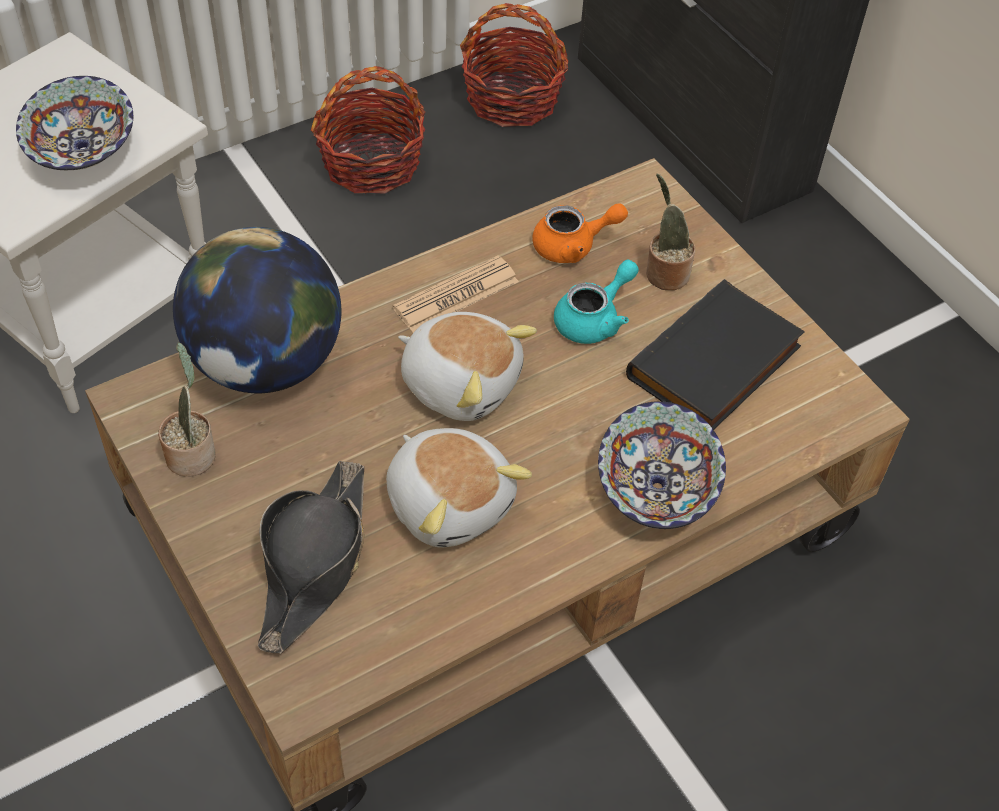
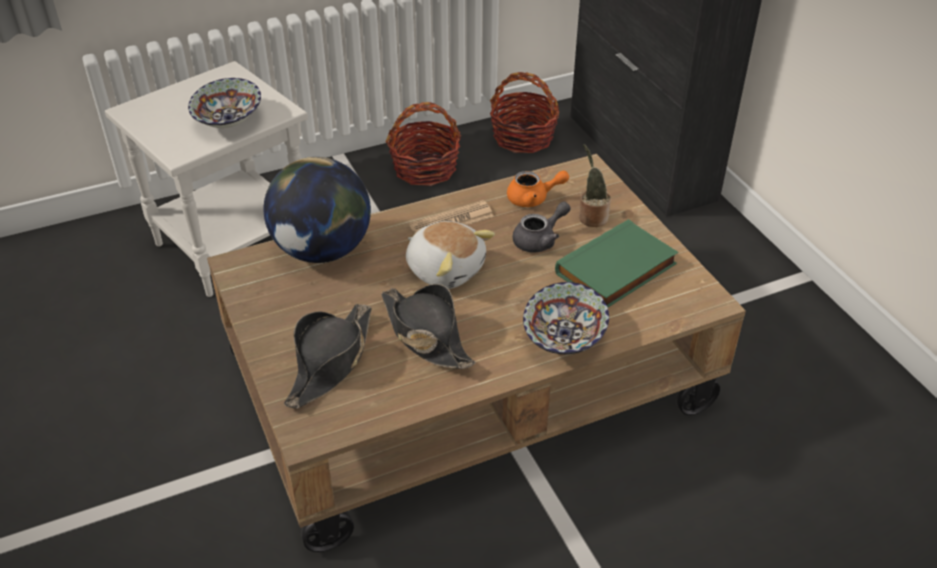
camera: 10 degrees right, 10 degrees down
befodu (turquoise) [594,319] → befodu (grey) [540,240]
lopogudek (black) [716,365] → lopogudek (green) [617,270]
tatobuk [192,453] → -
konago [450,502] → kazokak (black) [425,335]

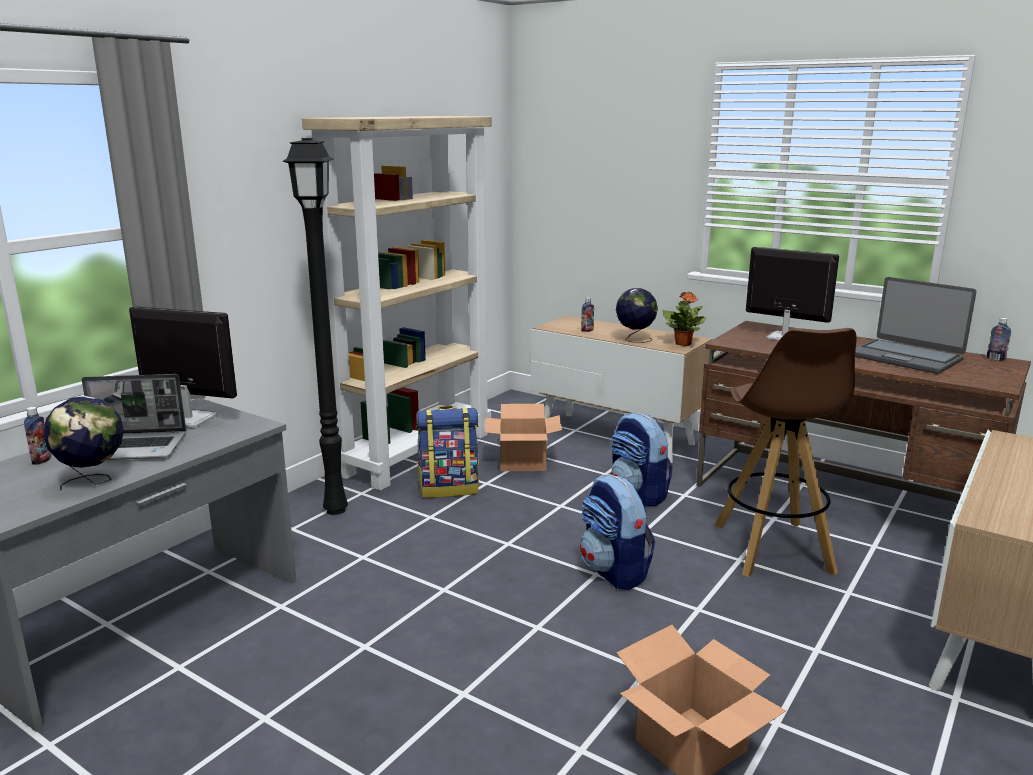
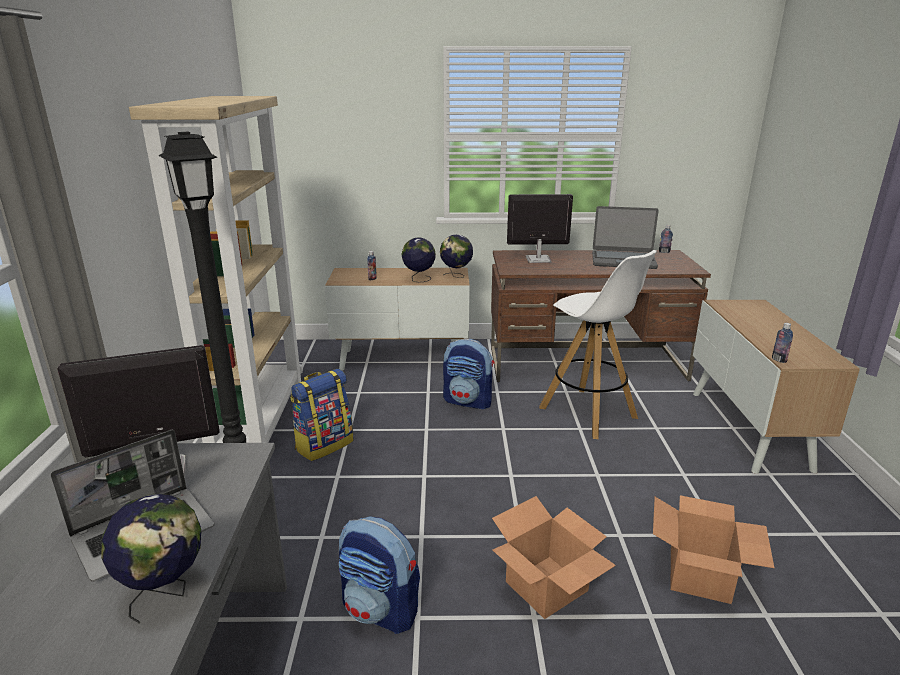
camera: 35 degrees left, 5 degrees up
tatobuk [683,344] → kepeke [456,276]
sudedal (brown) [773,549] → sudedal (white) [588,413]
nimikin [523,462] → nimikin [547,585], relocated
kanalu [41,460] → kanalu [779,360], relocated
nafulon [614,572] → nafulon [381,610], relocated

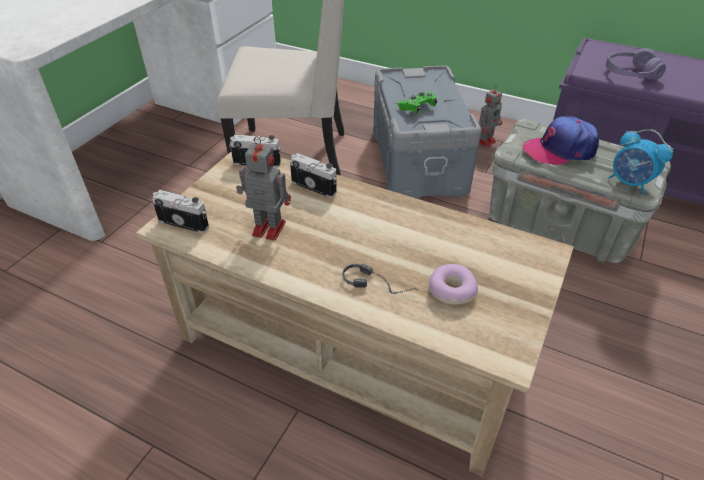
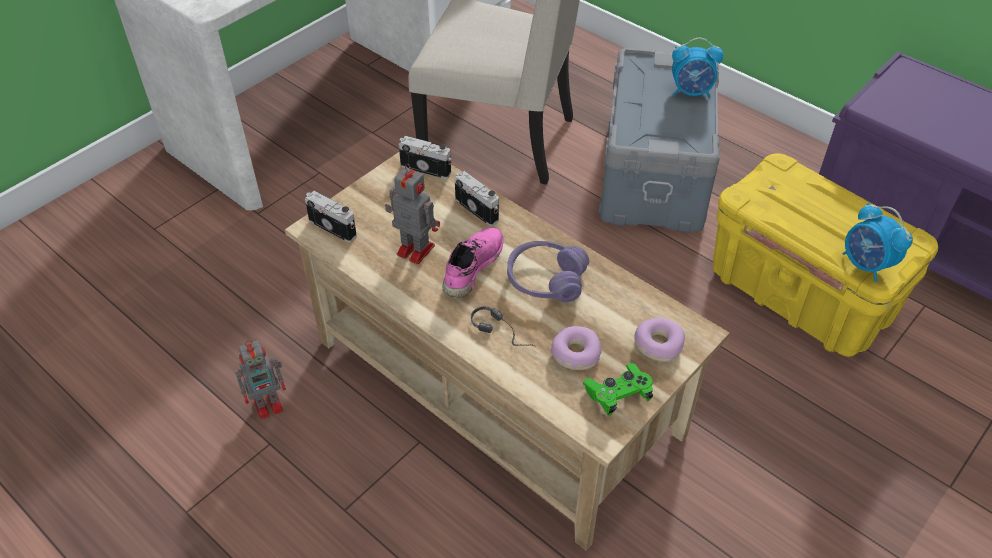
camera: 15 degrees right, 5 degrees up
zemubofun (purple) [630,73] → zemubofun (purple) [546,280], relocated
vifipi [485,141] → vifipi [270,404], relocated
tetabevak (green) [417,108] → tetabevak (green) [618,395], relocated
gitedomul [560,149] → -
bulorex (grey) [560,225] → bulorex (yellow) [801,294]
- → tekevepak [691,92]
- → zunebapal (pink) [472,266]
- → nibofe [658,344]

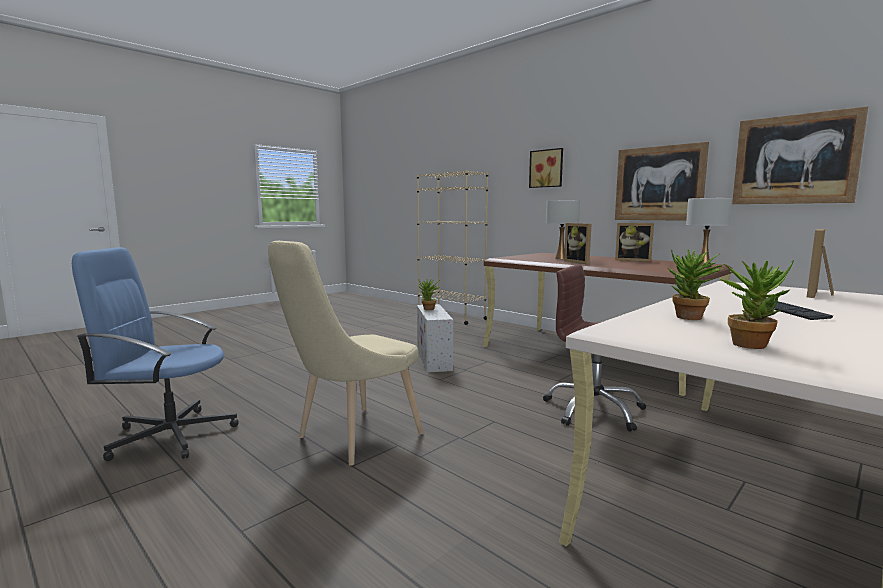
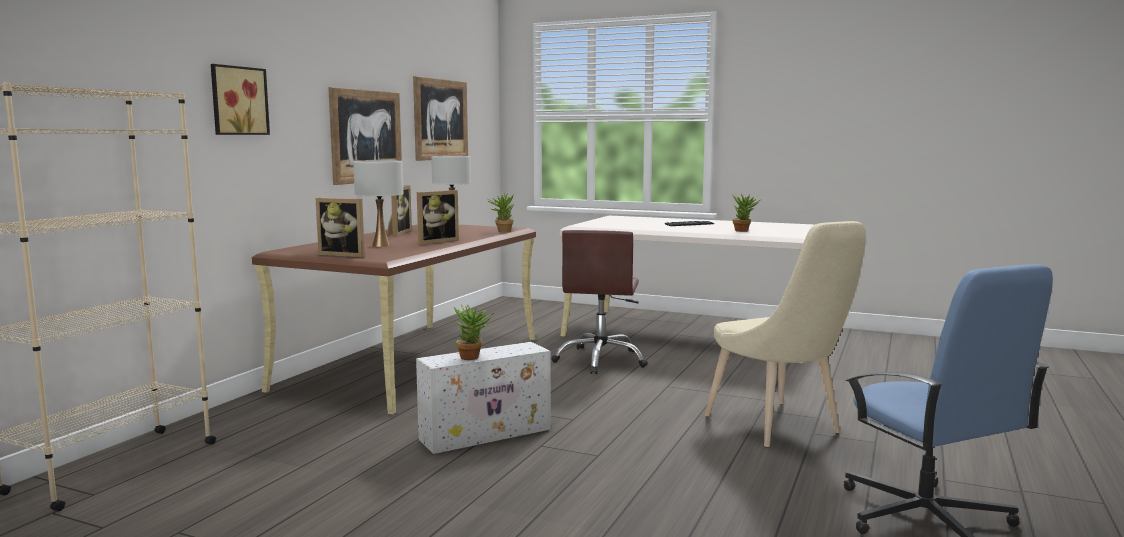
camera: 110 degrees left, 0 degrees up
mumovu [820,294] → mumovu [345,254], relocated
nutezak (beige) [352,438] → nutezak (beige) [778,427], 45 degrees clockwise
tatobuk [750,343] → tatobuk [501,231], relocated

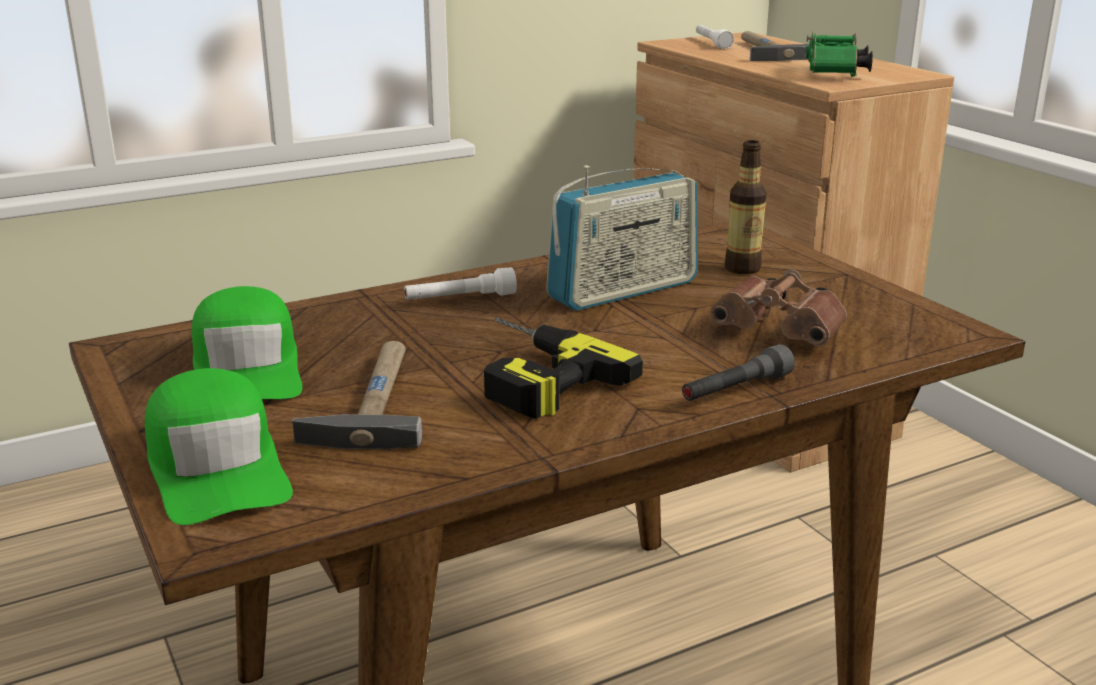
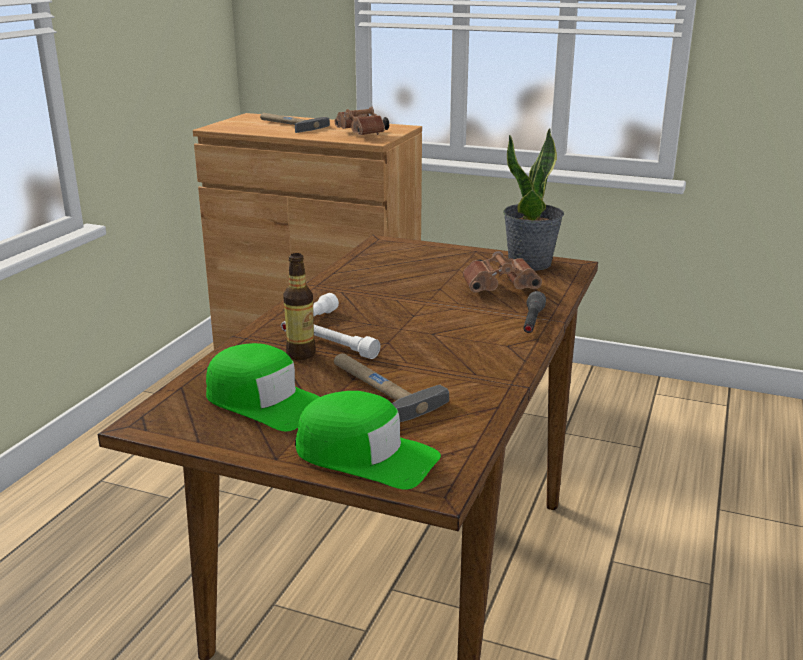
camera: 40 degrees left, 0 degrees up
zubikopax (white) [711,43] → zubikopax (white) [341,348], relocated
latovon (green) [834,74] → latovon (brown) [363,134]
kanalu [742,268] → kanalu [301,354], relocated
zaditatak [623,291] → -
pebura [528,375] → -
- → tatobuk [530,263]

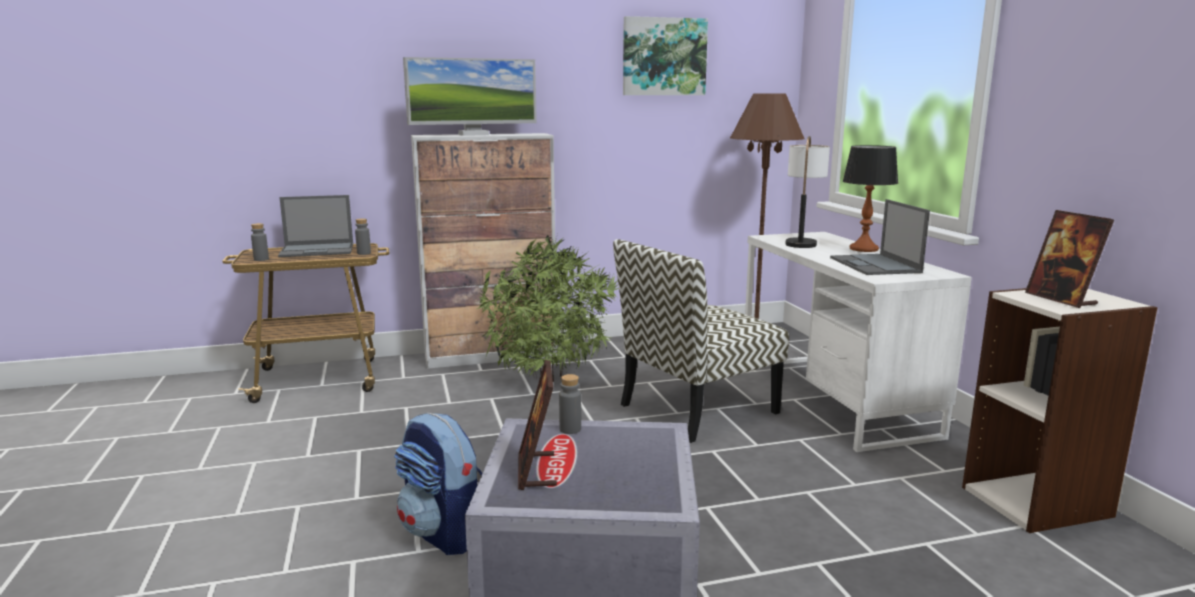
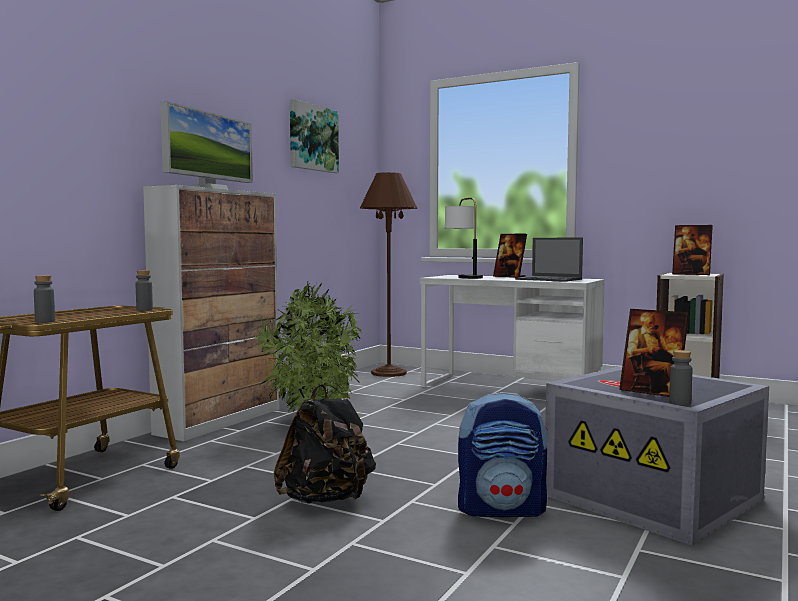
camera: 45 degrees left, 10 degrees down
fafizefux [864,249] → mumovu [509,277]
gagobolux [318,250] → -
nutezak [697,409] → -
kanalu (grey) [570,429] → kanalu (grey) [680,403], relocated
- → nafulon (black) [326,500]

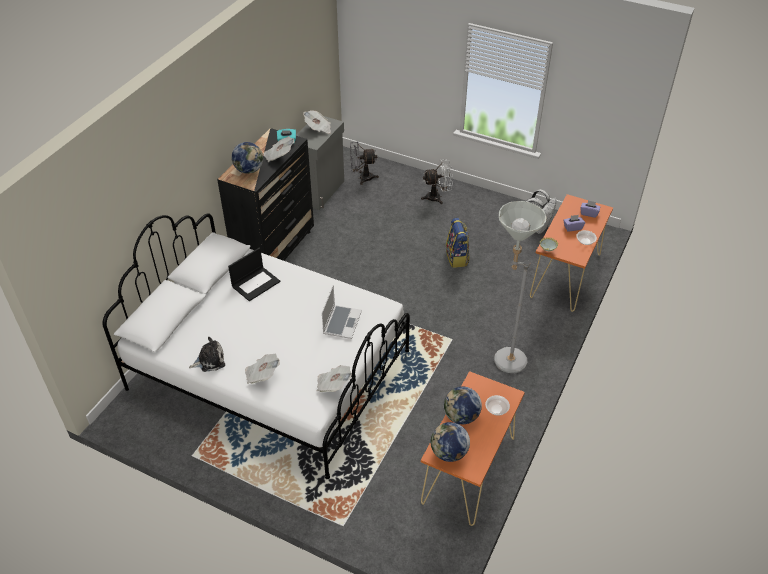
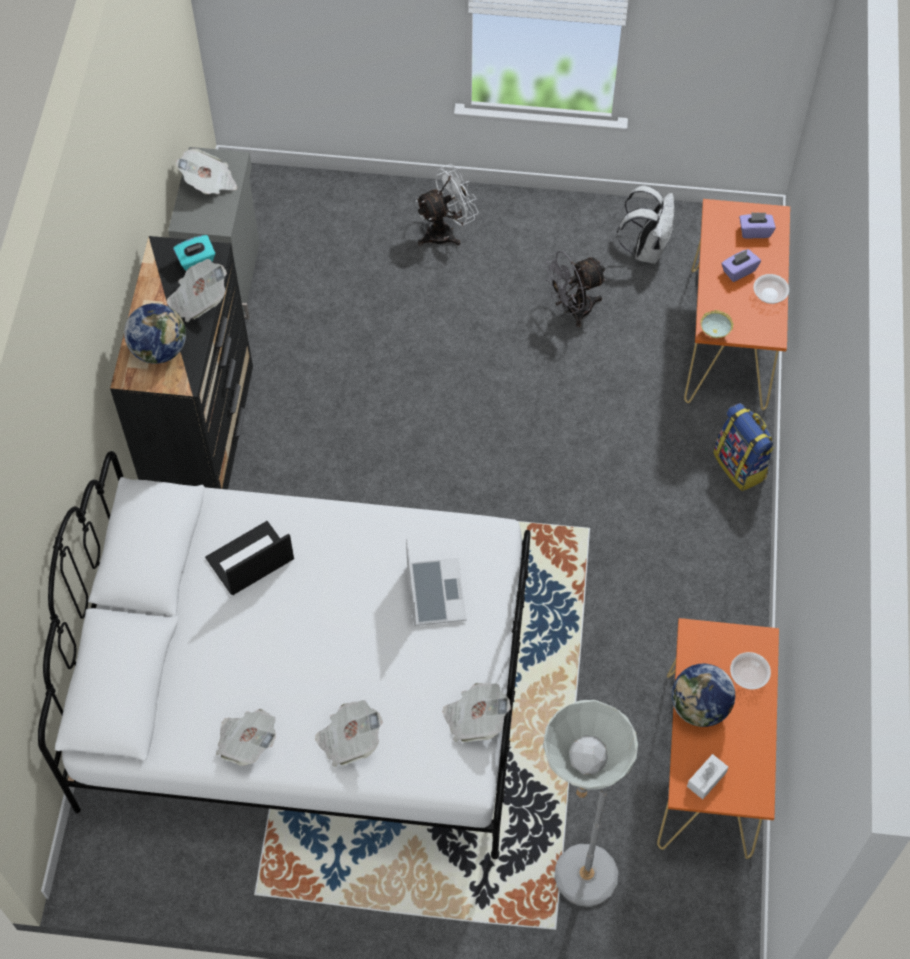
camera: 20 degrees left, 15 degrees up
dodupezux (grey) [362,178] → dodupezux (grey) [572,310], relocated
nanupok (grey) [503,359] → nanupok (grey) [571,876], relocated
nafulon [457,258] → nafulon [740,465], relocated
gagobolux [256,283] → gagobolux [250,560], 150 degrees counterclockwise
konago [209,360] → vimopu [246,742]
kepeke [449,453] → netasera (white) [706,779]

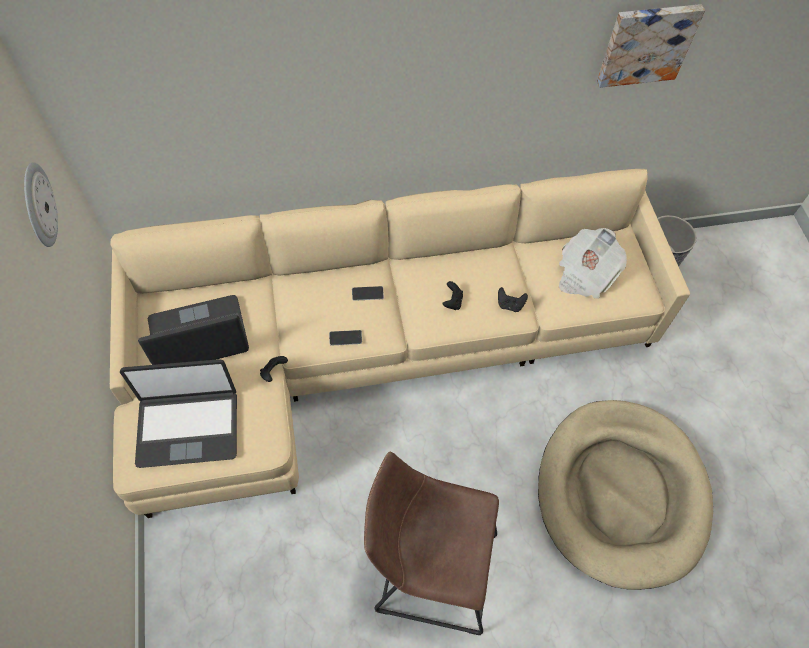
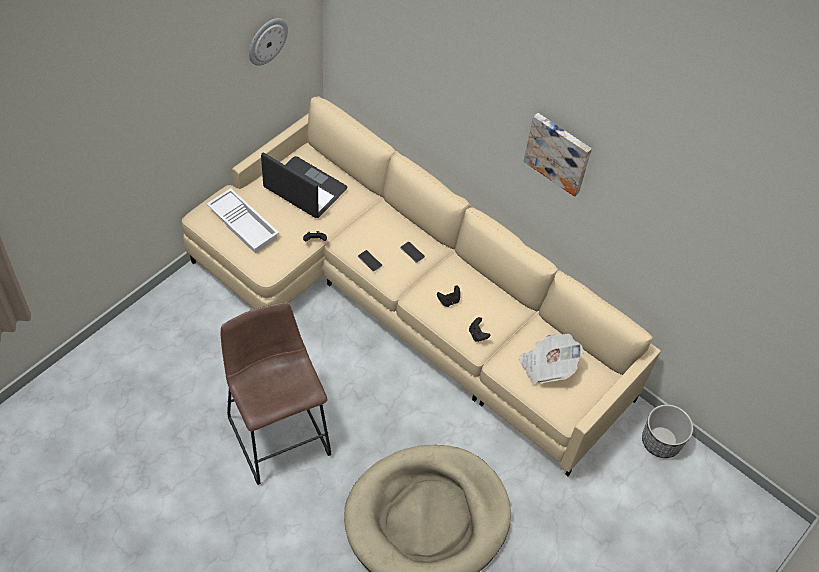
camera: 50 degrees right, 5 degrees down
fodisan [646,44] → fodisan [559,153], relocated
gagobolux [188,427] → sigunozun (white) [244,224]

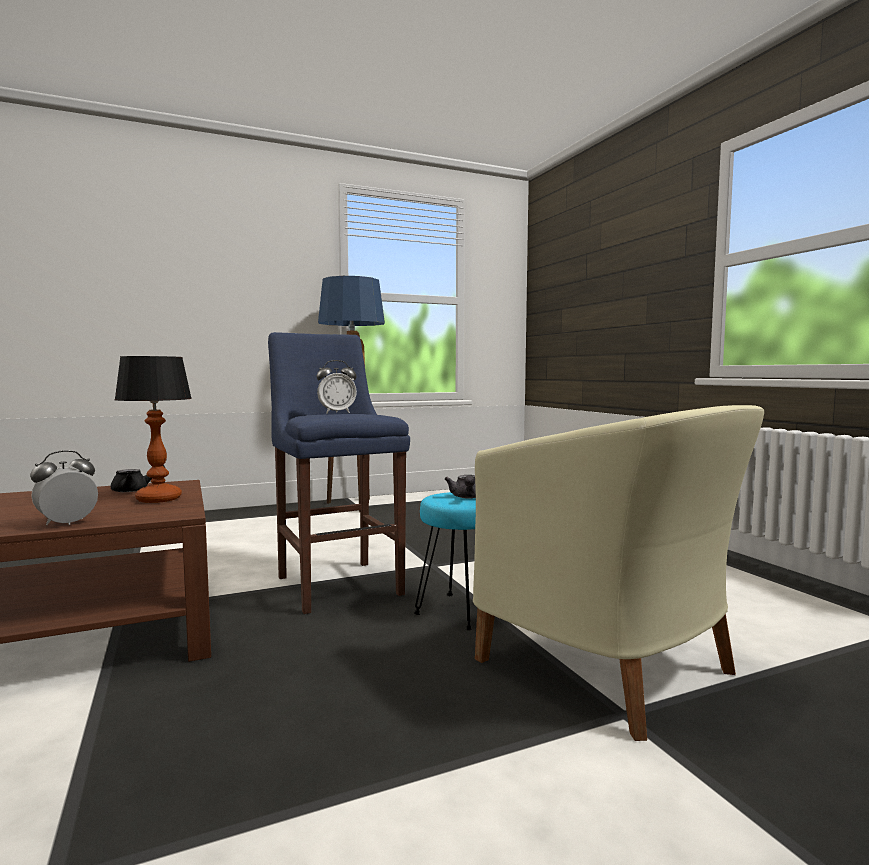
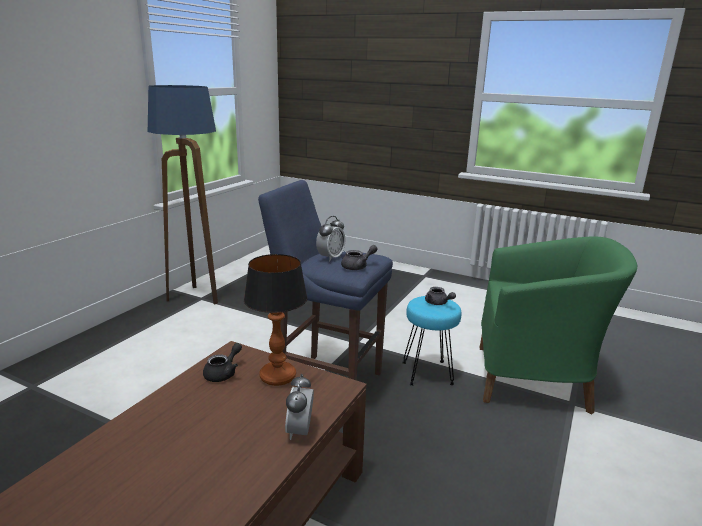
camera: 40 degrees left, 15 degrees up
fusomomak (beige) [611,667] → fusomomak (green) [535,379]
- → befodu (grey) [358,267]

